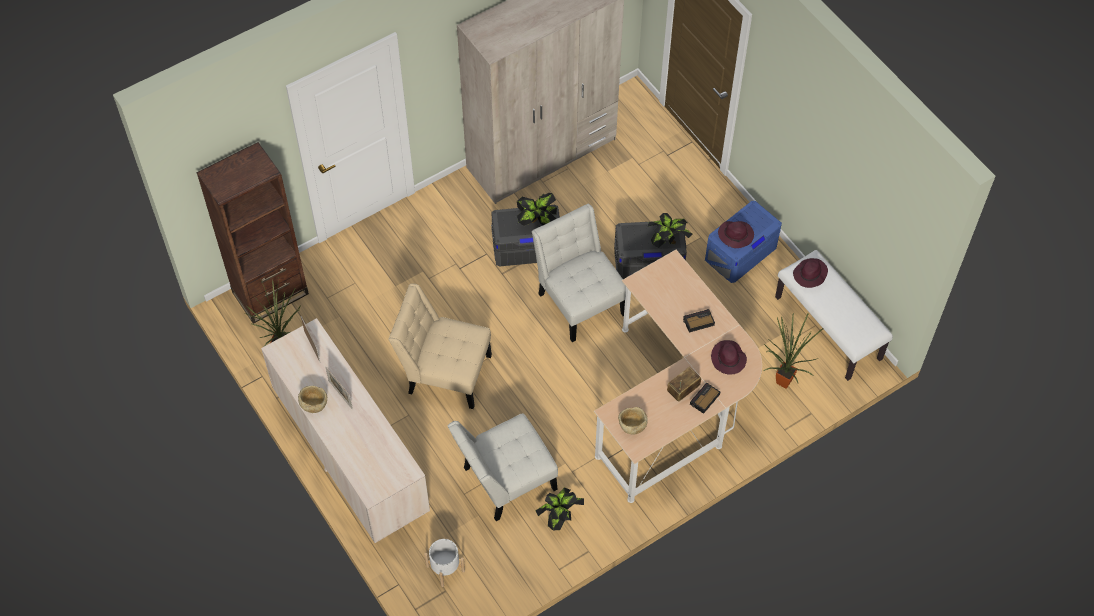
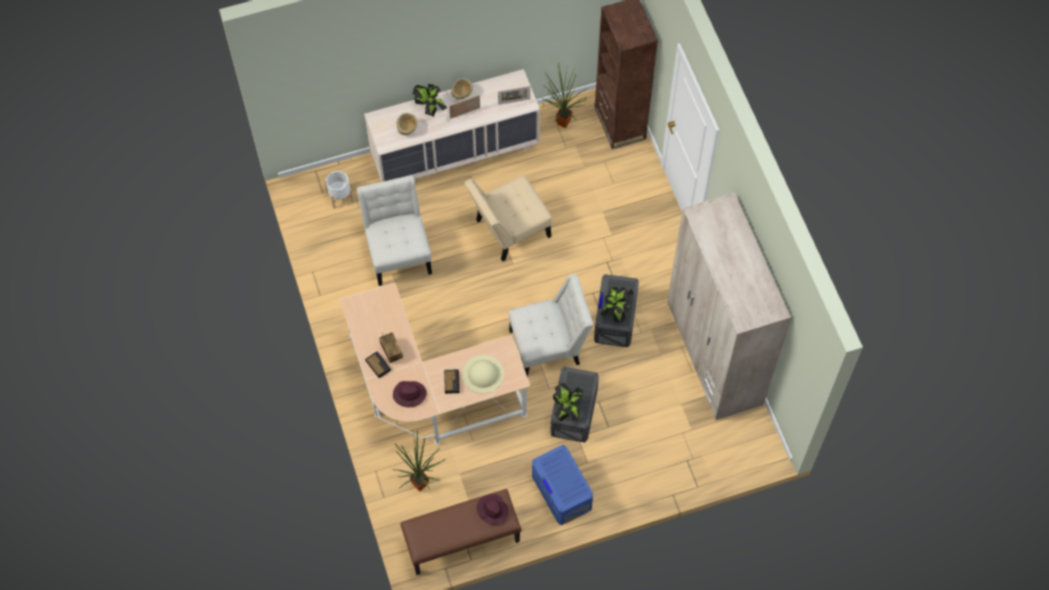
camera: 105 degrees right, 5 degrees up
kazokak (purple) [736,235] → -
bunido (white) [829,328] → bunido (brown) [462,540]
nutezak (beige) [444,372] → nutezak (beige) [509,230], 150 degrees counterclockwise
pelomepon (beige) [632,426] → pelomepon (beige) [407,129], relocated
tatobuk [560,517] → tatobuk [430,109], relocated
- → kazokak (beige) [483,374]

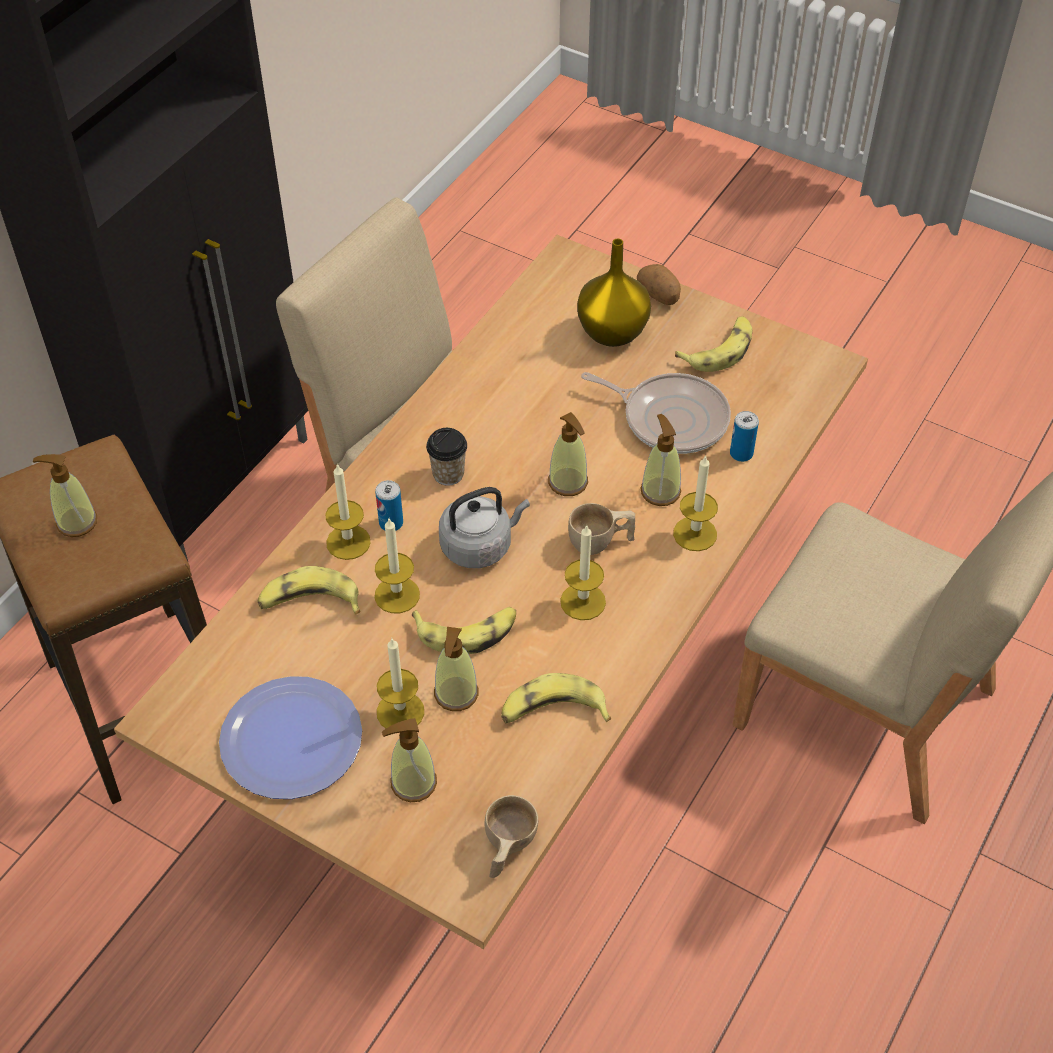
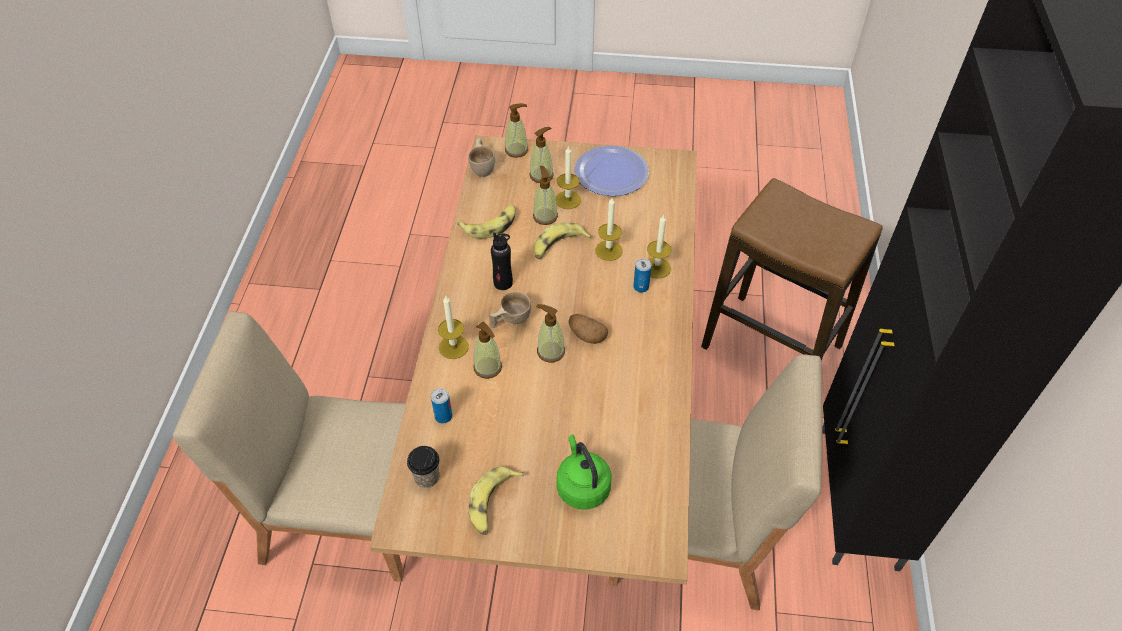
camera: 155 degrees right, 0 degrees up
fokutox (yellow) [613,333] → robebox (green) [582,486]
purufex [659,295] → purufex [586,335], relocated
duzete [670,418] → -
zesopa [448,474] → zesopa [427,477], relocated
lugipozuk [76,522] → lugipozuk [516,150], relocated
robebox (grey) [480,545] → -
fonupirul [583,601] → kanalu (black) [503,283]
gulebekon [309,602] → -

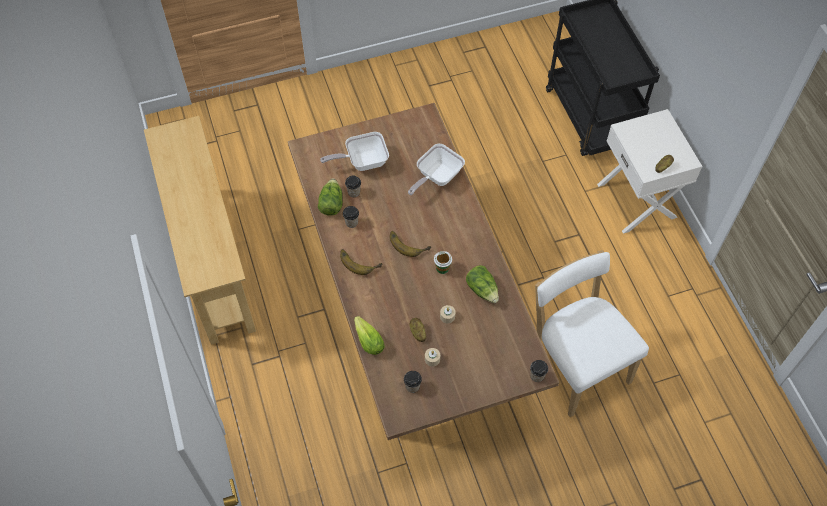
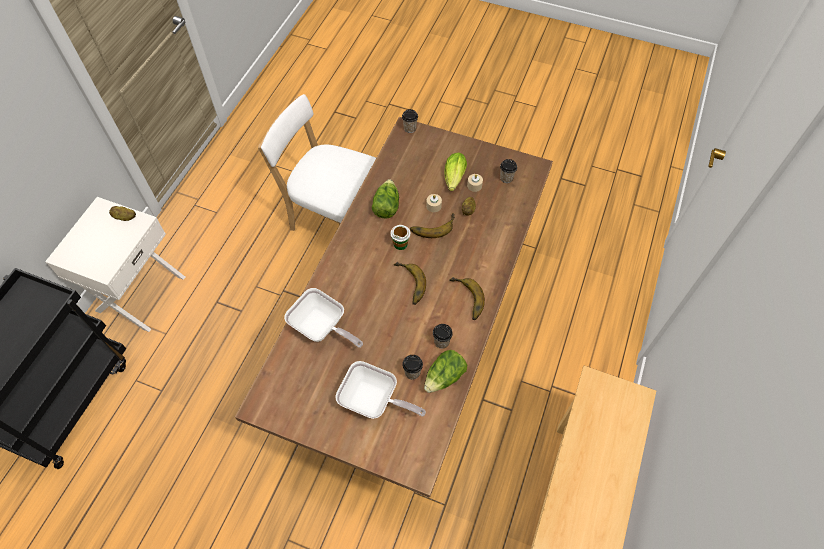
camera: 140 degrees left, 0 degrees up
duzete [436,177] → duzete [322,328], 45 degrees clockwise
nutezak (white) [576,364] → nutezak (white) [332,216], 105 degrees clockwise
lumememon [367,339] → lumememon [453,179], relocated
- → gulebekon [432,226]

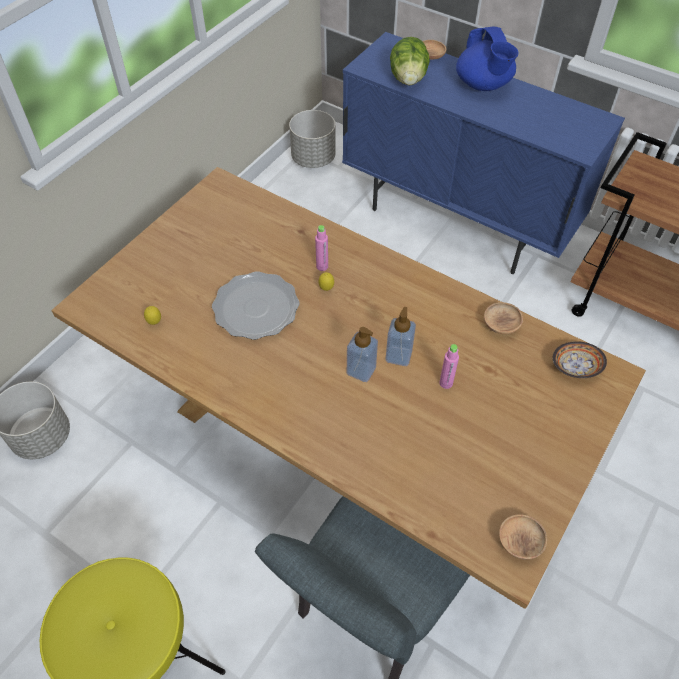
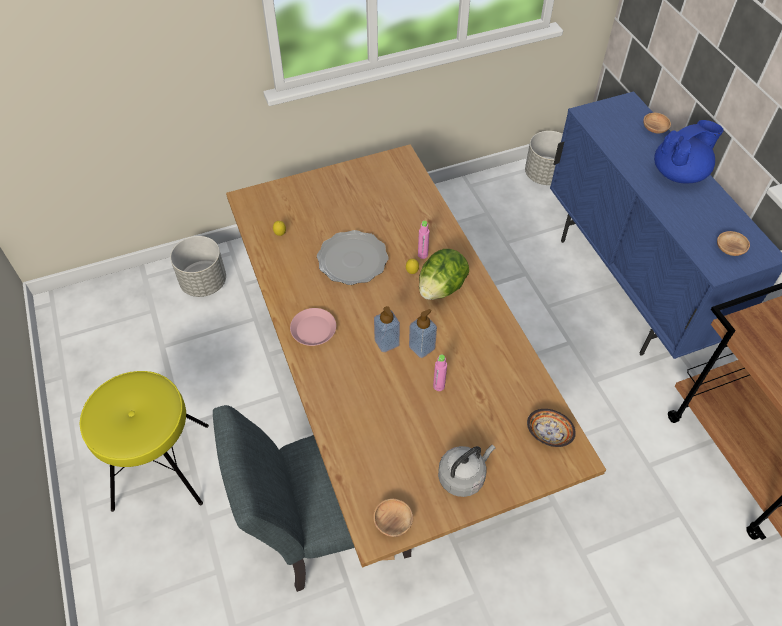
camera: 35 degrees right, 0 degrees up
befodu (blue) [483,85] → befodu (blue) [679,173], 135 degrees counterclockwise
lumememon [408,79] → lumememon [441,288], relocated
pelomepon (brown) [501,325] → pelomepon (brown) [729,249], relocated
- → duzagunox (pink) [313,330]
- → robebox (grey) [463,476]

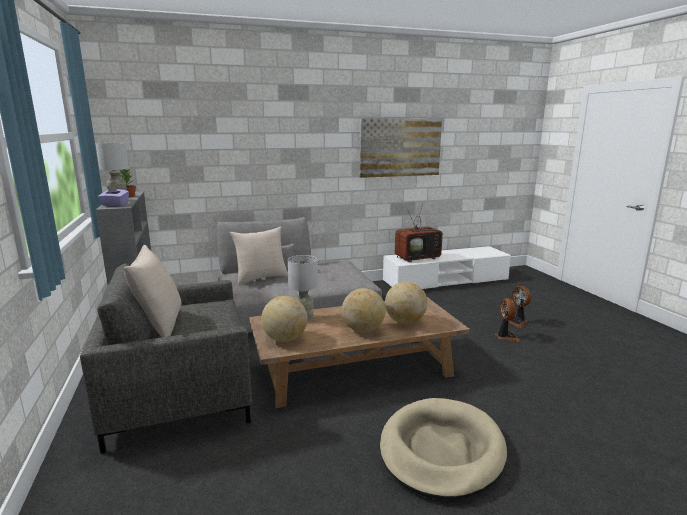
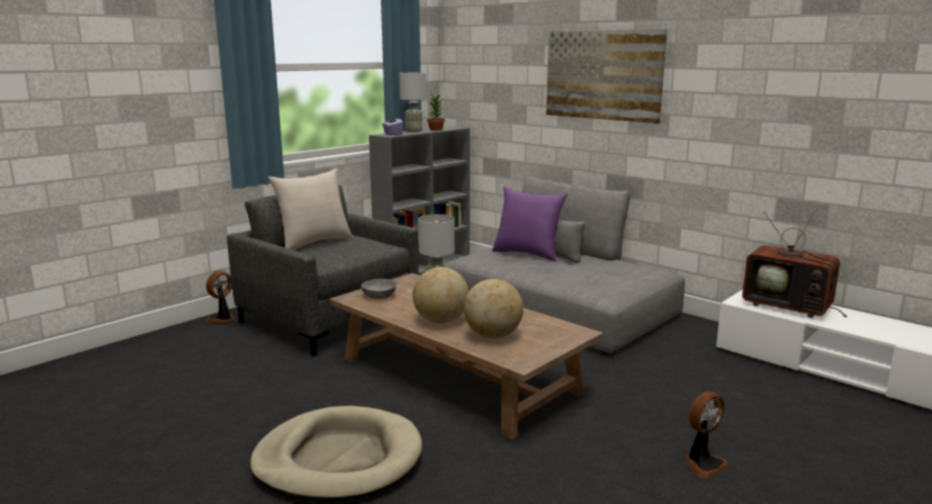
camera: 60 degrees right, 0 degrees up
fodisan [400,147] → fodisan [603,75], relocated
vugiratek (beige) [261,278] → vugiratek (purple) [528,254]
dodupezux [517,322] → dodupezux [222,319], relocated
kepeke [285,339] → pelomepon (grey) [379,296]

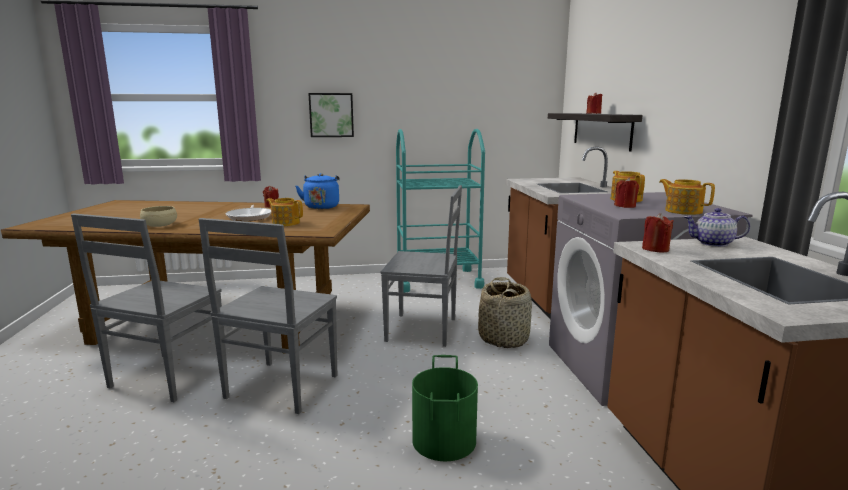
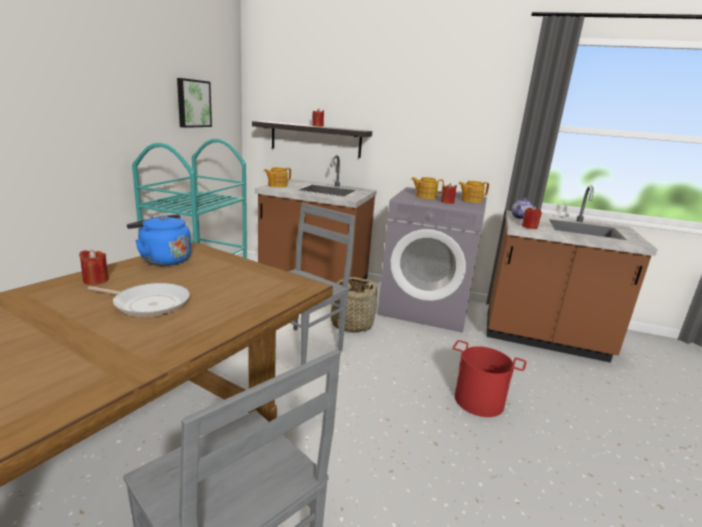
camera: 65 degrees left, 5 degrees up
fodisan [331,115] → fodisan [193,103], relocated
befodu [285,223] → befodu [277,185], relocated
pelomepon (beige) [160,225] → -
nutezak (grey) [280,388] → -
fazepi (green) [443,440] → fazepi (red) [478,401]

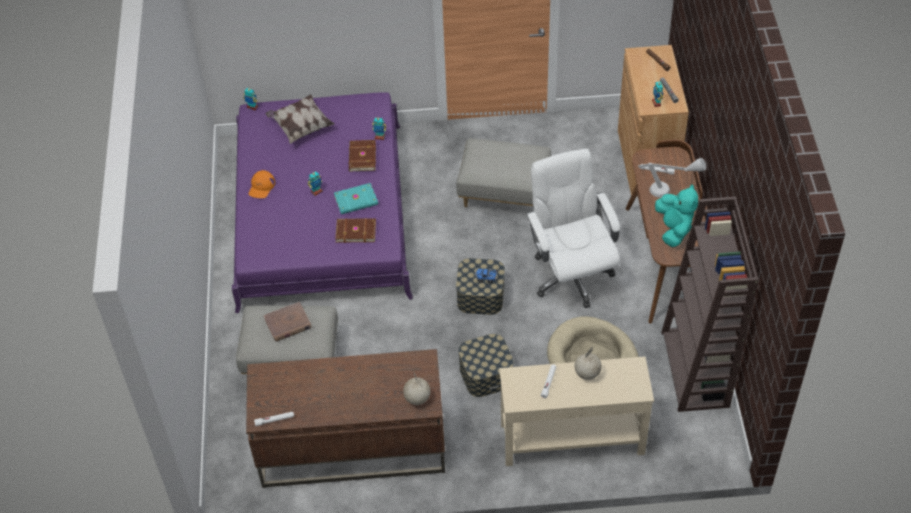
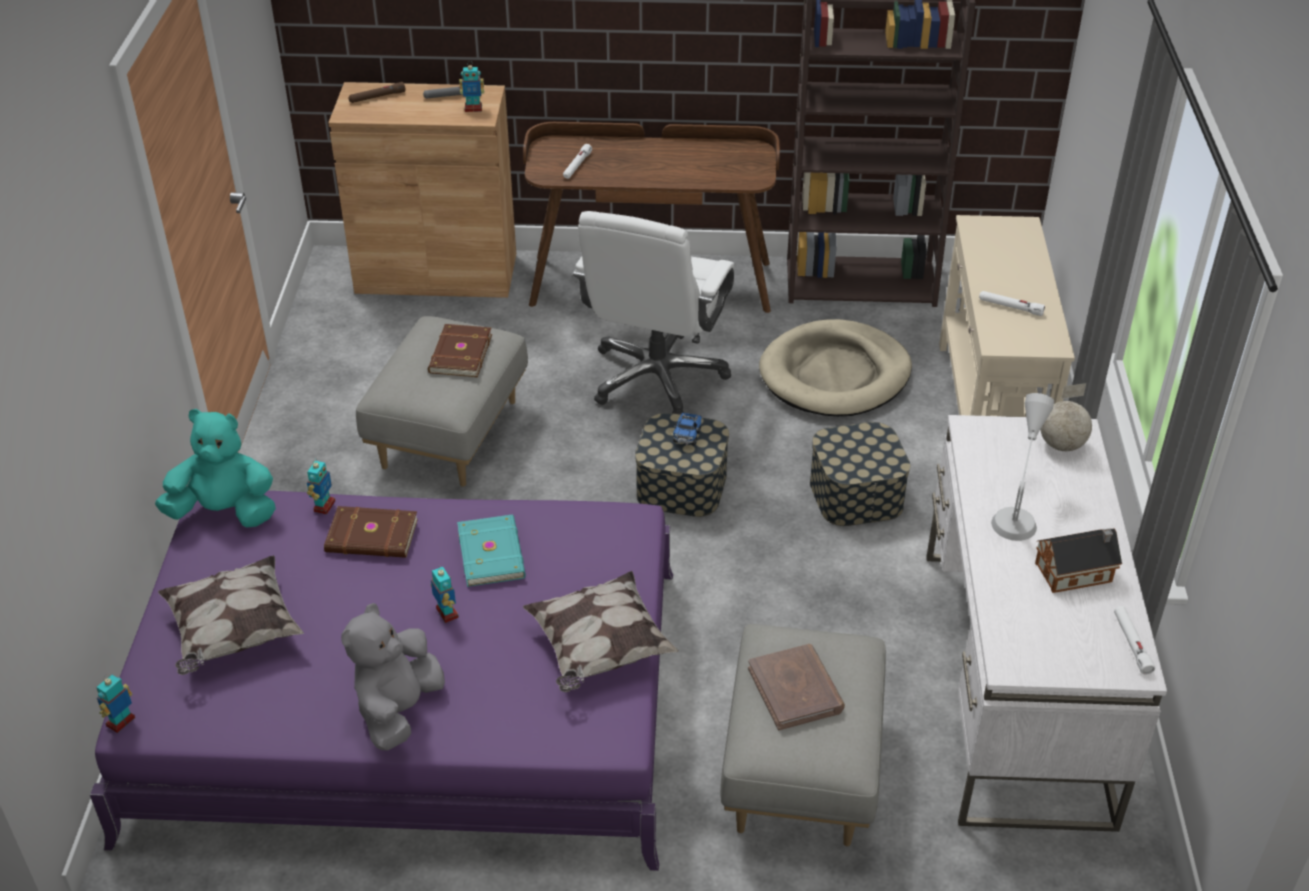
camera: 85 degrees left, 10 degrees down
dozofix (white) [571,274] → dozofix (white) [657,378], 60 degrees counterclockwise
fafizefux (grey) [670,191] → fafizefux (grey) [1017,509], relocated
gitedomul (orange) [261,187] → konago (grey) [398,710]
konago (turquoise) [674,229] → konago (turquoise) [225,512], relocated
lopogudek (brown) [355,231] → lopogudek (brown) [459,354], relocated
kepeke [587,374] → -
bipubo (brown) [351,447] → bipubo (white) [1014,685]
- → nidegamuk [1076,572]
- → vugiratek [598,649]

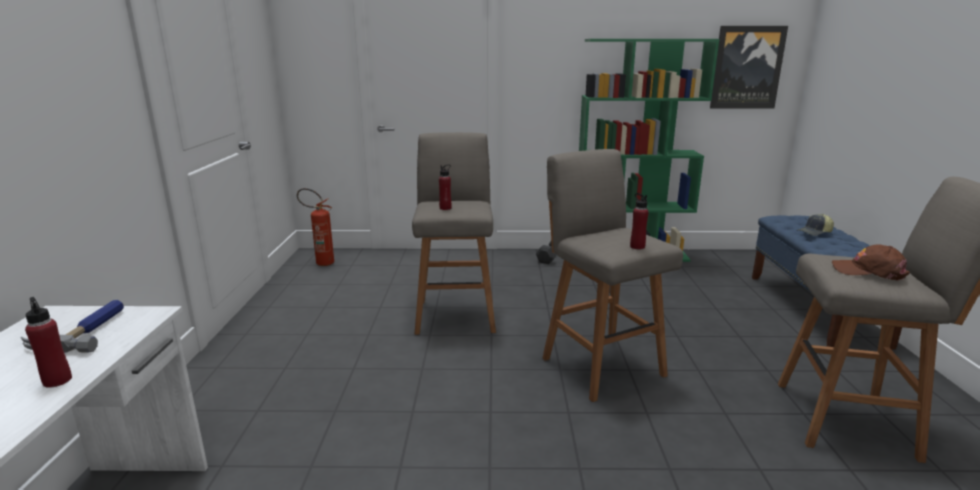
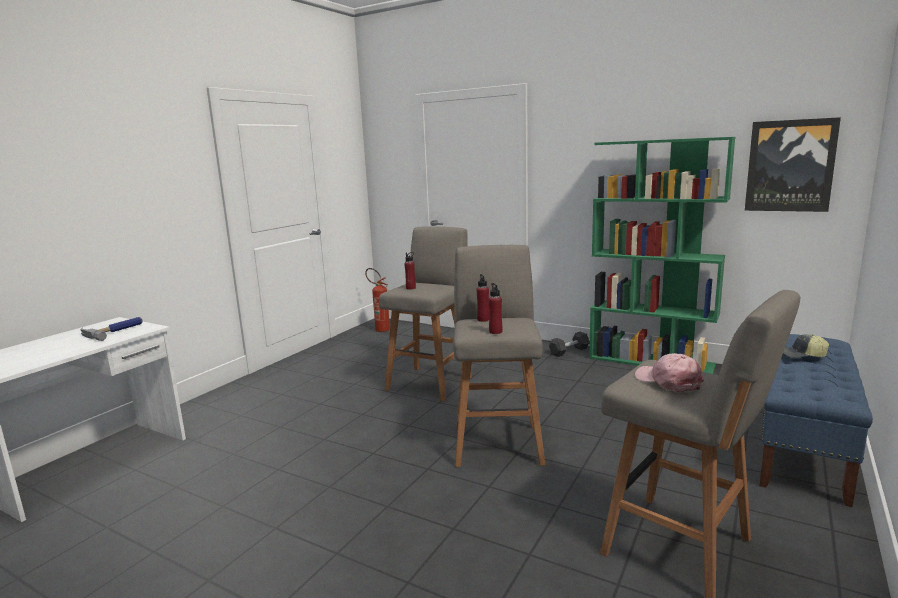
camera: 30 degrees right, 5 degrees down
gitedomul (brown) [868,271] → gitedomul (pink) [668,381]
kanalu (red) [57,380] → kanalu (red) [483,319], relocated

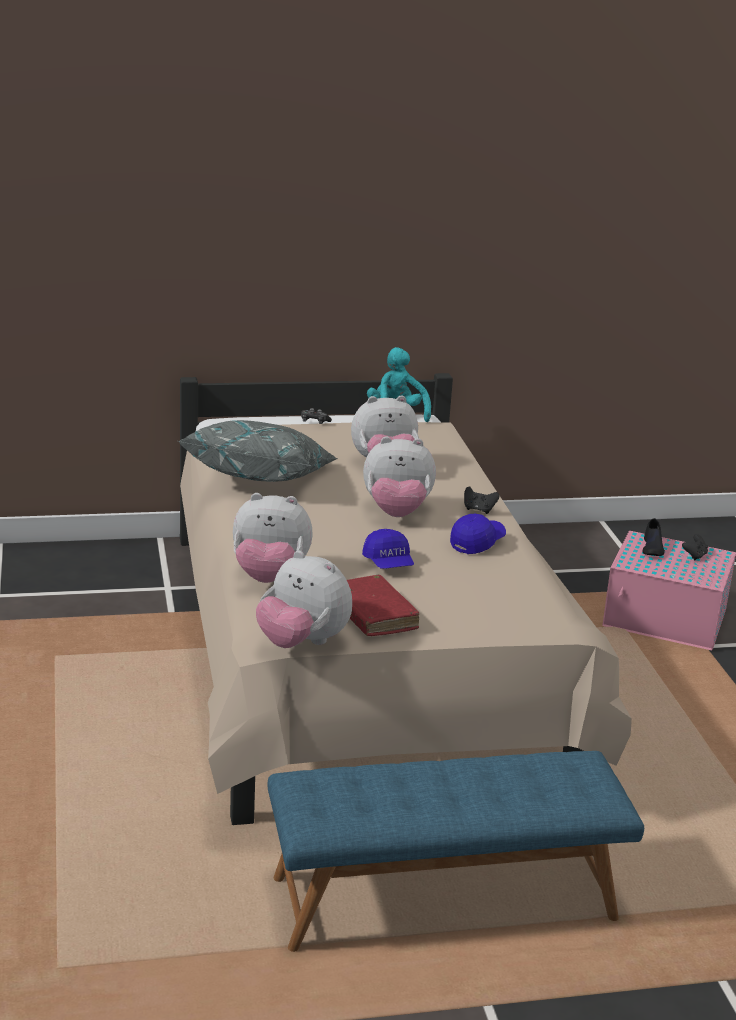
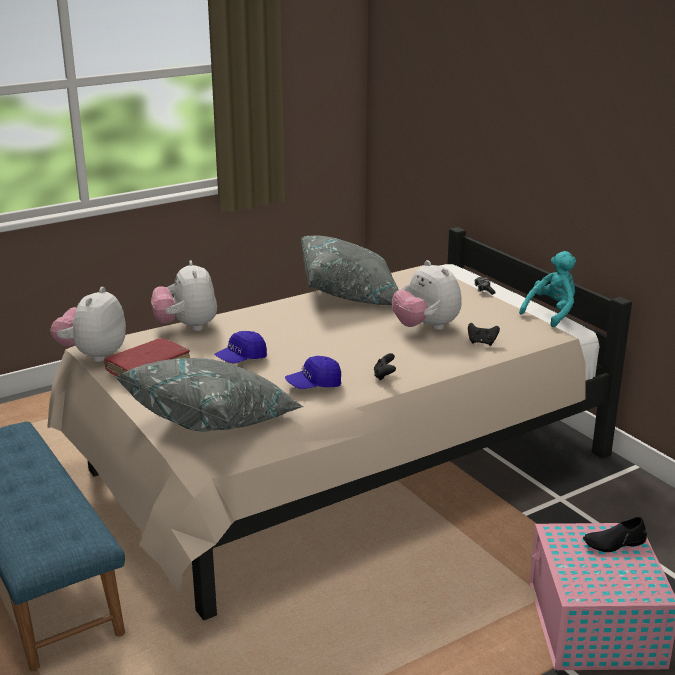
camera: 70 degrees right, 0 degrees up
konago [396,513] → -
gitedomul (blue) [477,543] → gitedomul (blue) [314,385], 135 degrees clockwise
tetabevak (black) [694,556] → tetabevak (black) [482,342], relocated
- → vugiratek (grey) [214,420]

